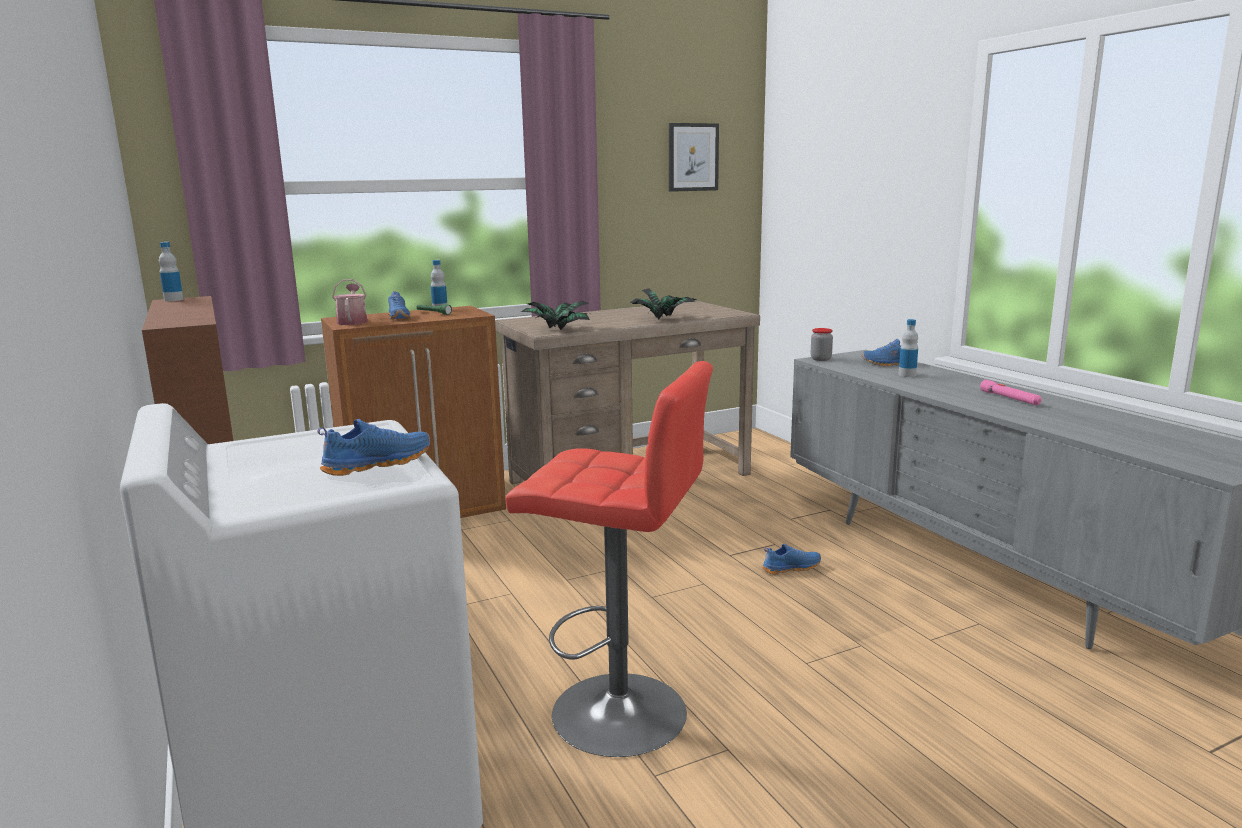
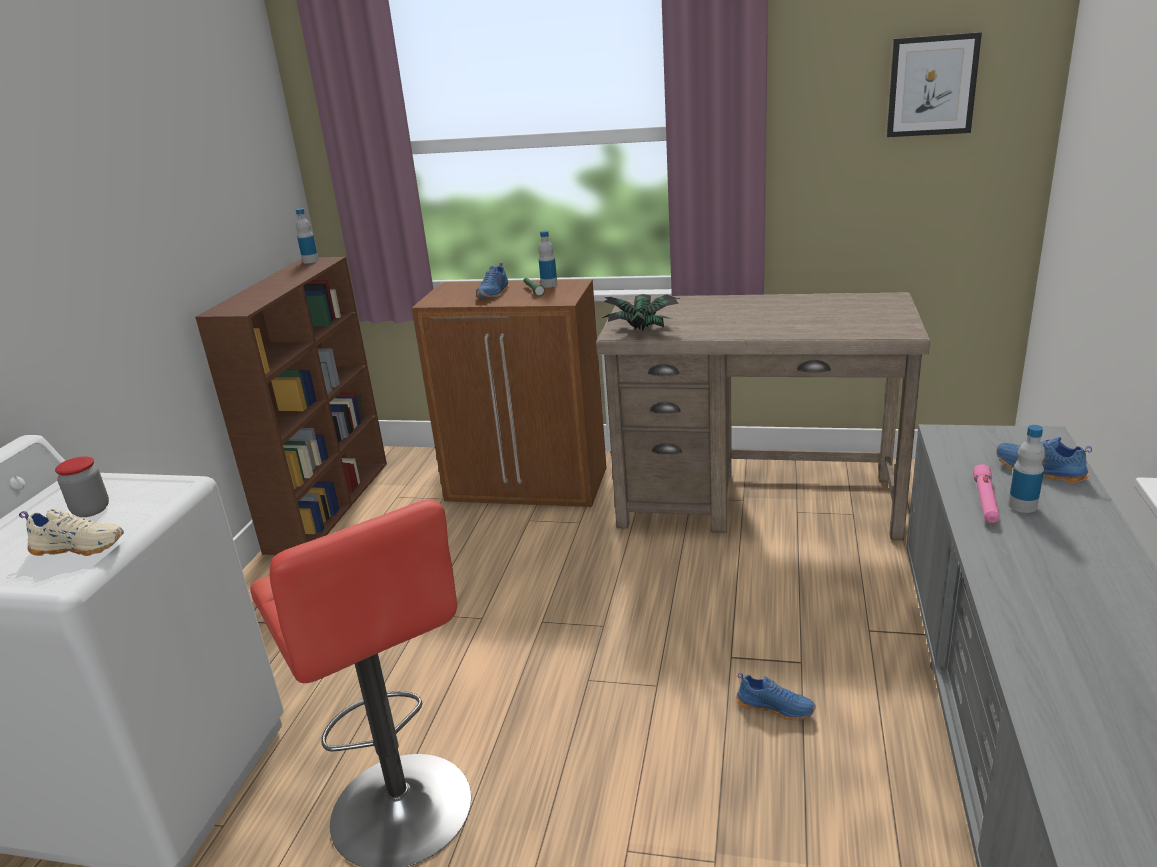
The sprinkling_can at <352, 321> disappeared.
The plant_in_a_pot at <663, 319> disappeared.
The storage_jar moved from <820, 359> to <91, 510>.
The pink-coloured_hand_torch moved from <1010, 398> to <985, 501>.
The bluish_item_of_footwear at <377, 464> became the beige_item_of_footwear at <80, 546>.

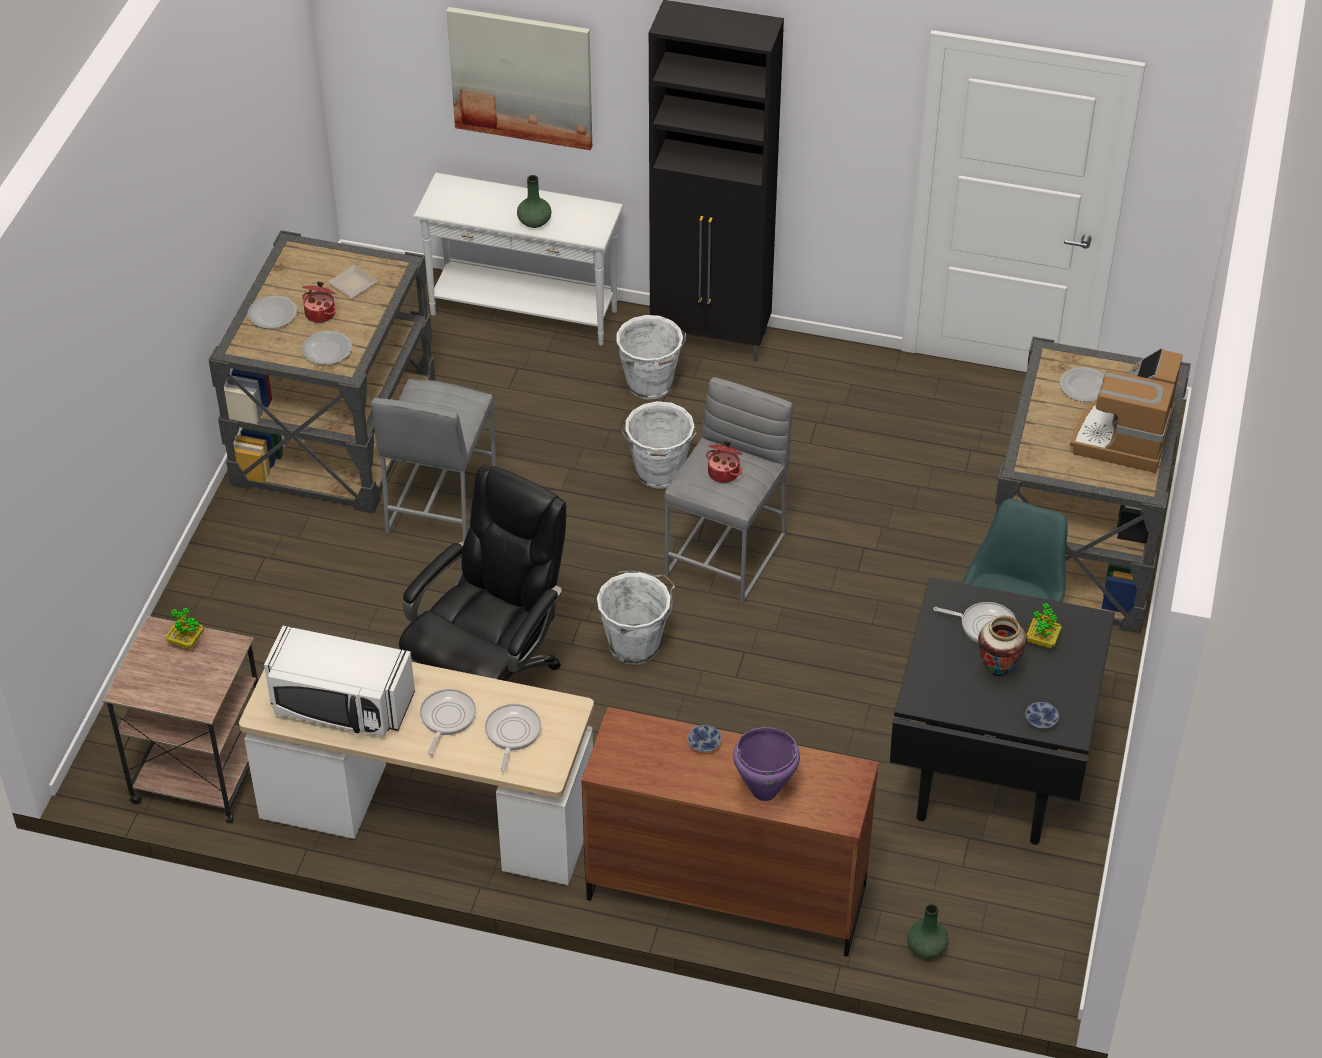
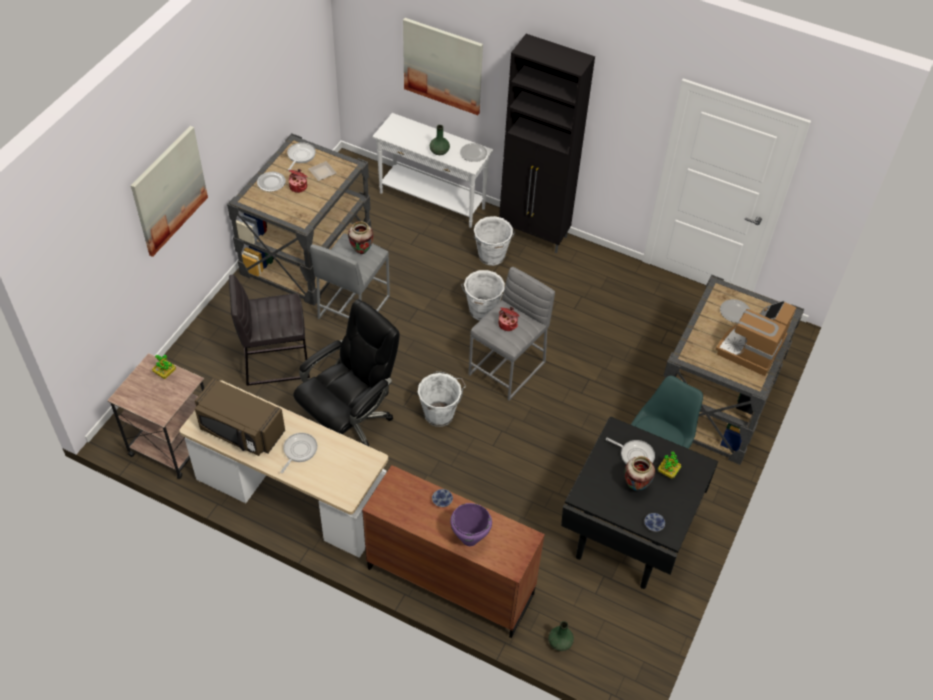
The wall_art at <168, 190> appeared.
The grey_stool_seat at <275, 361> appeared.
The flower_vase at <361, 251> appeared.
The dinner_plate moved from <327, 350> to <473, 154>.
The pan moved from <512, 734> to <300, 156>.
The whitish_microwave_oven at <341, 706> became the brown_microwave_oven at <241, 431>.

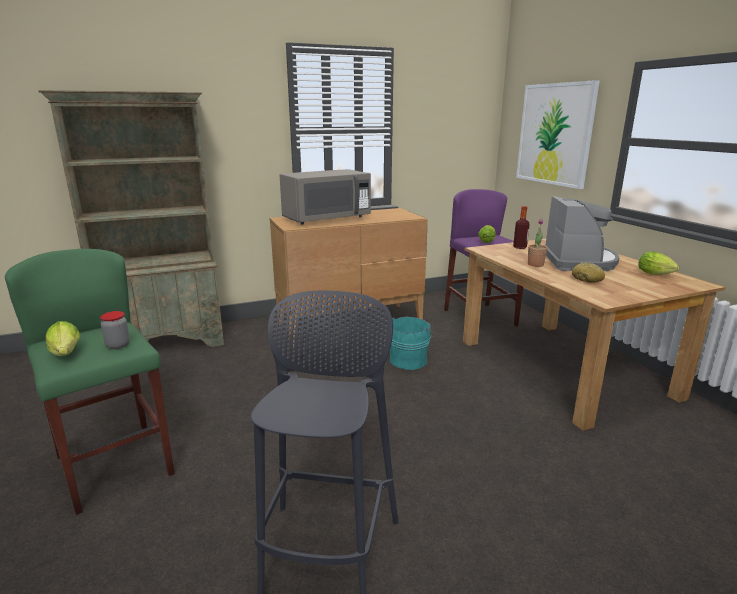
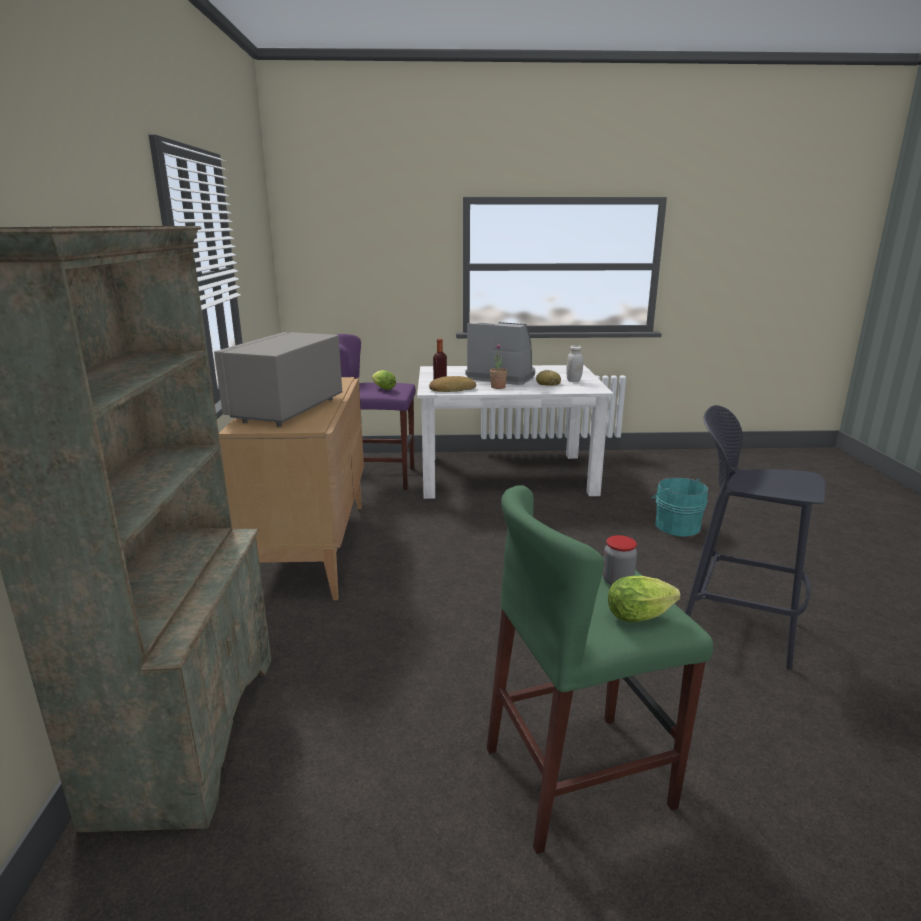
The wall_art at <555, 134> disappeared.
The lettuce_head at <656, 274> disappeared.
The baked_bread at <452, 389> appeared.
The whitish_storage_jar at <573, 380> appeared.
The blue-green_water_bucket moved from <409, 360> to <676, 526>.
The brown_dining_table at <561, 367> became the whitish_dining_table at <505, 475>.
The grey_microwave_oven at <326, 219> turned 150 degrees counterclockwise.

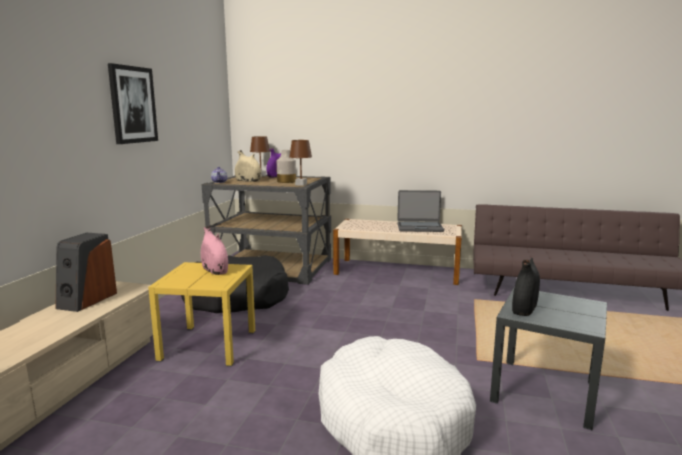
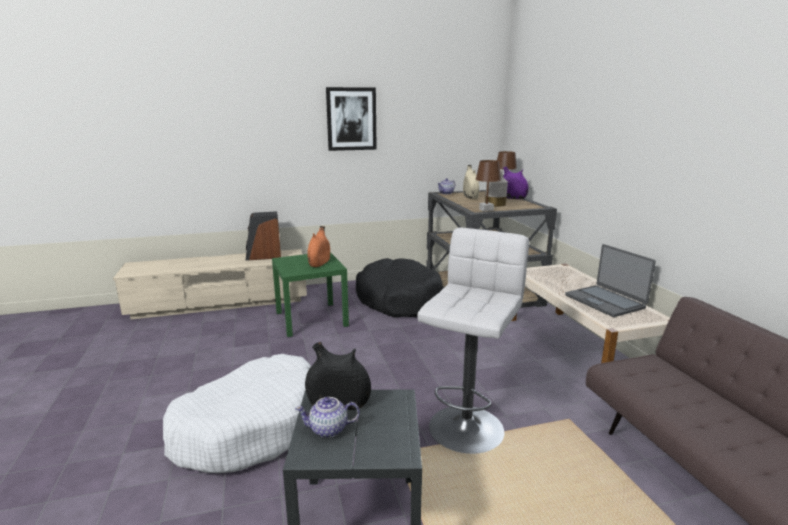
The pot_for_tea at <329, 429> appeared.
The whitish_stool_seat at <467, 428> appeared.
The yellowish_accent_table at <208, 344> became the green-coloured_accent_table at <312, 319>.
The pink-coloured_flower_vase at <214, 270> became the orangey_flower_vase at <319, 263>.

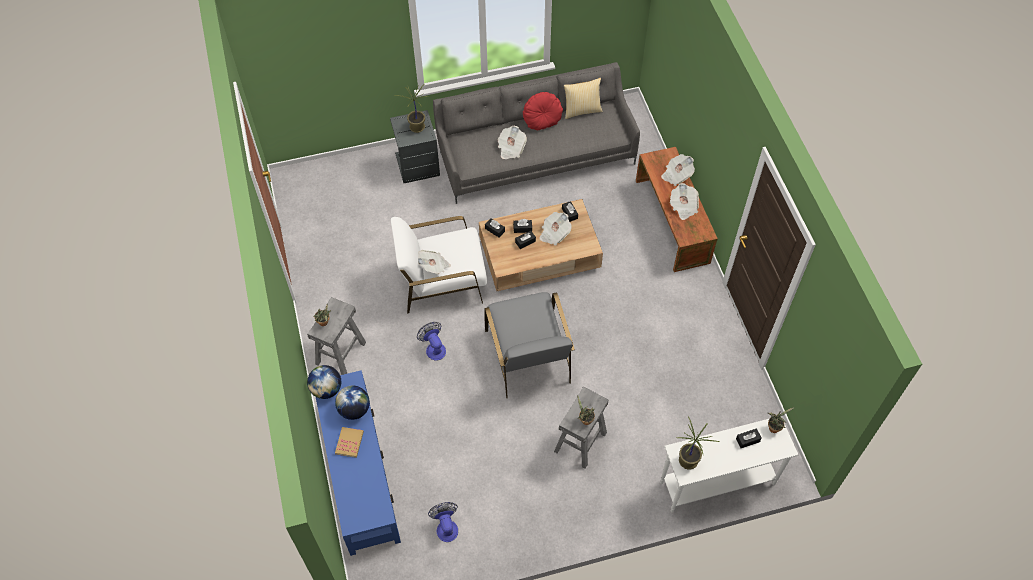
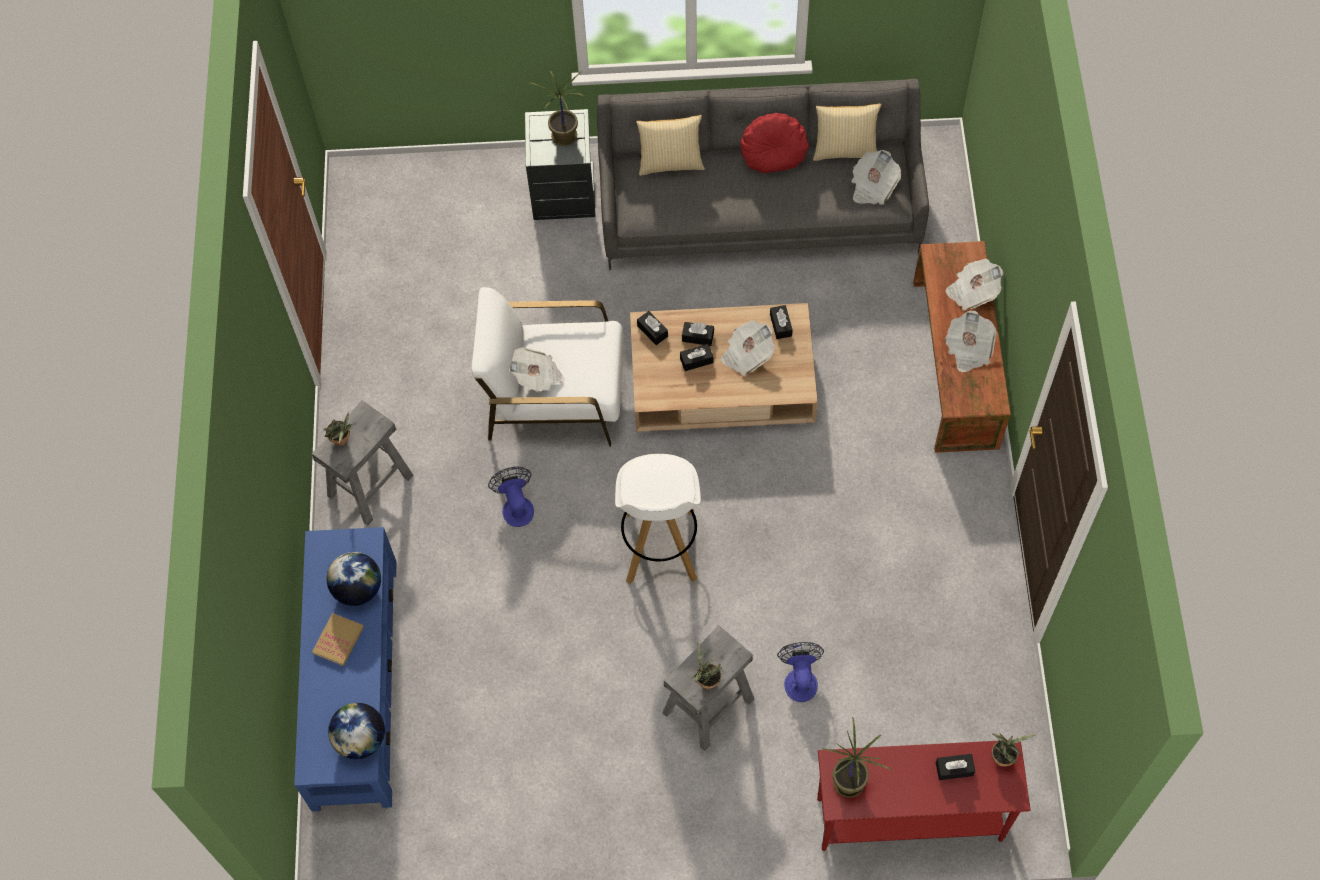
The throw_pillow at <670, 163> appeared.
The globe moved from <326, 389> to <361, 739>.
The fan moved from <446, 527> to <800, 679>.
The daily_paper moved from <511, 148> to <872, 186>.
The grey_lounge_chair at <527, 355> was replaced by the whitish_stool_seat at <660, 547>.
The whitish_console_table at <717, 484> became the reddish_console_table at <908, 821>.

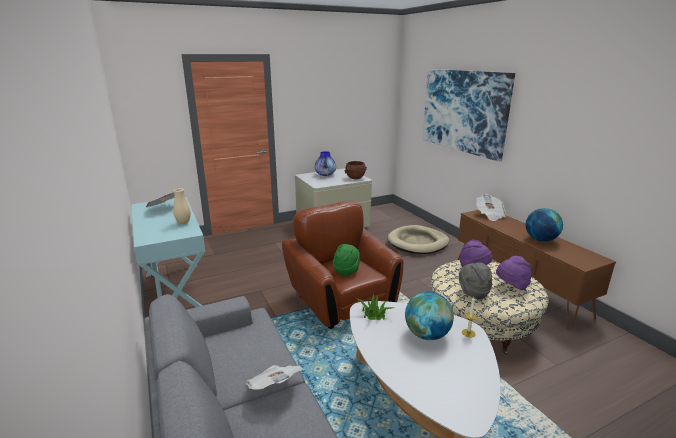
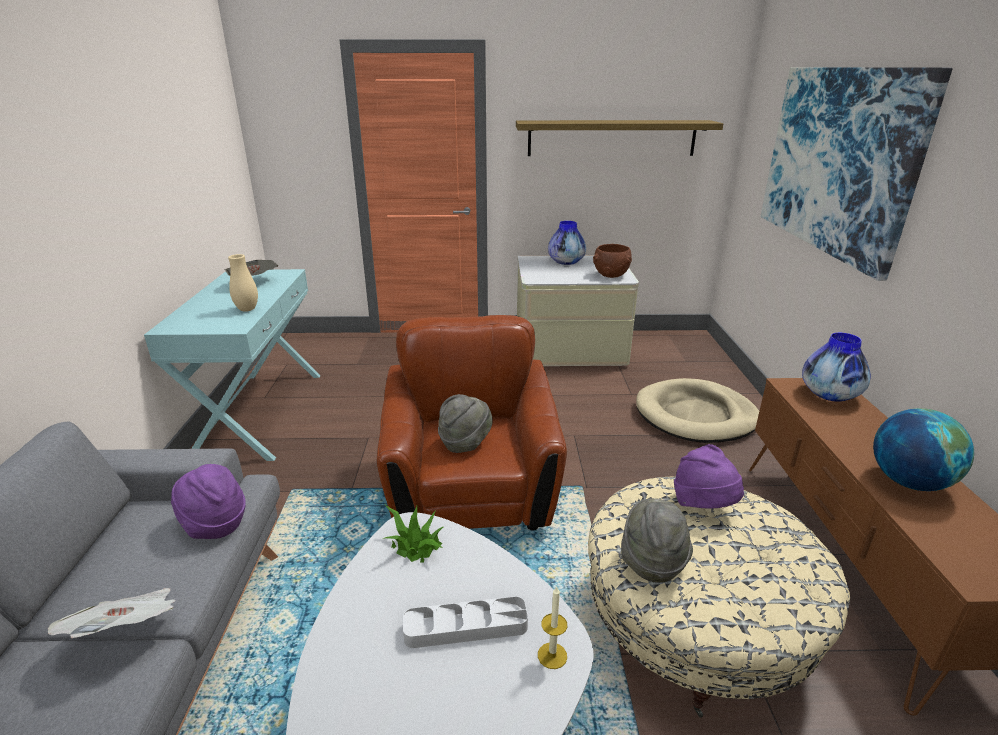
The shelf at <611, 138> appeared.
The purple_hat moved from <511, 286> to <214, 524>.
The globe at <427, 335> was replaced by the grey_carrying_tray at <466, 627>.
The daily_paper at <489, 215> was replaced by the flower_vase at <829, 395>.
The green-coloured_hat at <346, 270> became the grey_hat at <465, 443>.

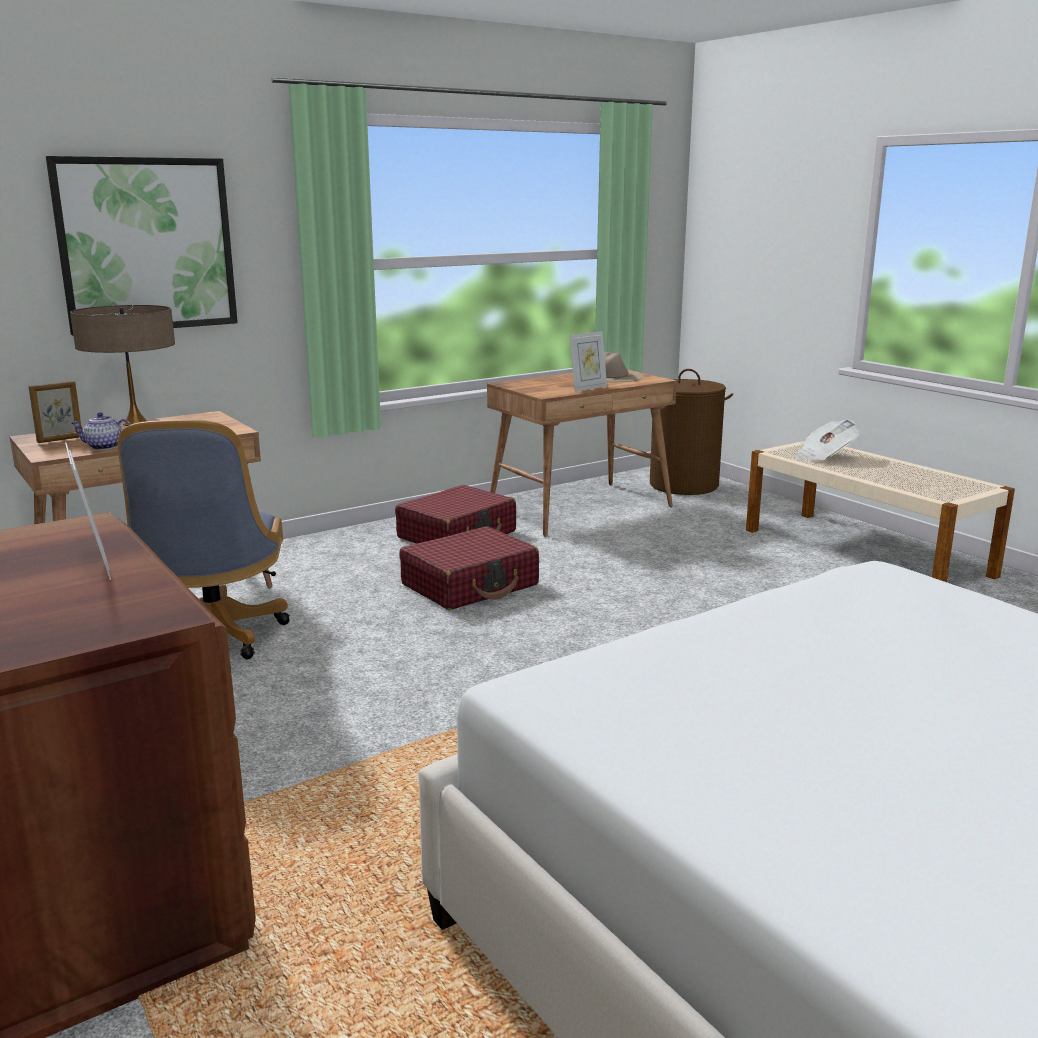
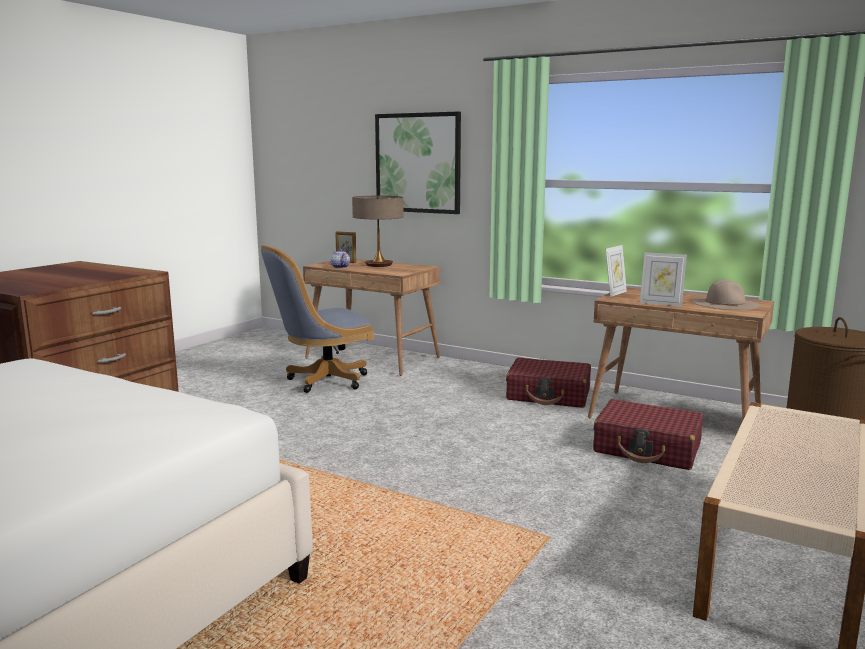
The daily_paper at <824, 456> disappeared.
The photo_frame moved from <95, 565> to <614, 293>.
The reddish_suitcase moved from <470, 585> to <647, 448>.

